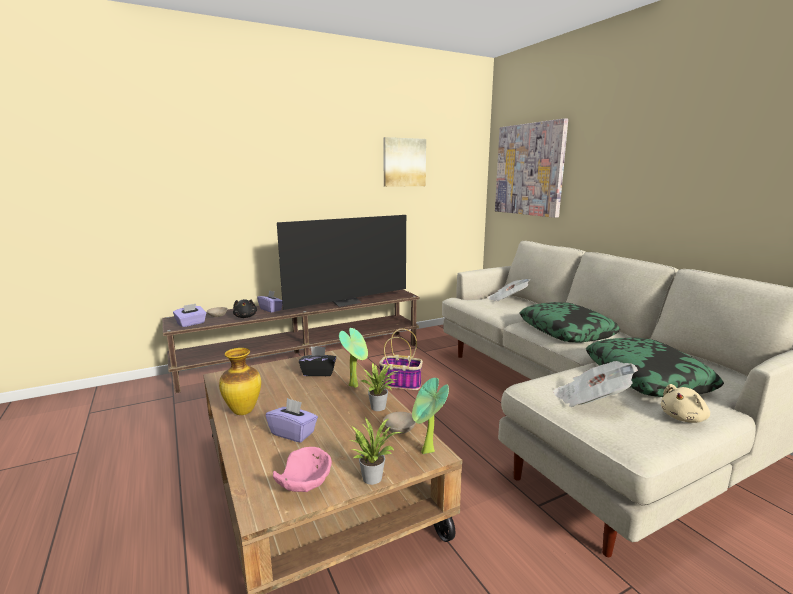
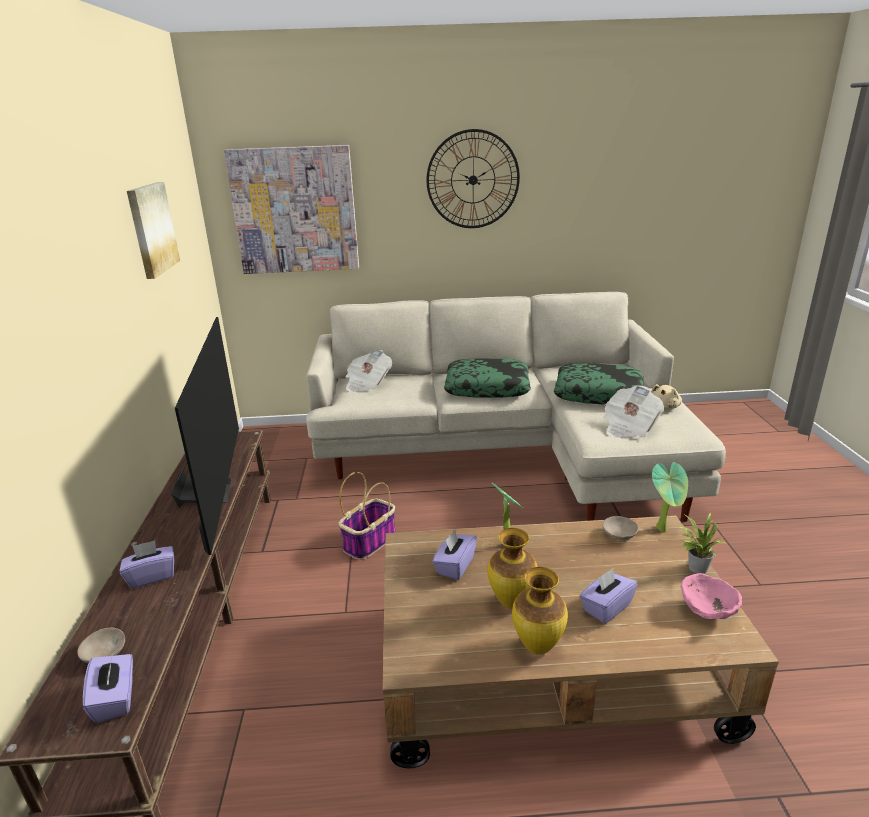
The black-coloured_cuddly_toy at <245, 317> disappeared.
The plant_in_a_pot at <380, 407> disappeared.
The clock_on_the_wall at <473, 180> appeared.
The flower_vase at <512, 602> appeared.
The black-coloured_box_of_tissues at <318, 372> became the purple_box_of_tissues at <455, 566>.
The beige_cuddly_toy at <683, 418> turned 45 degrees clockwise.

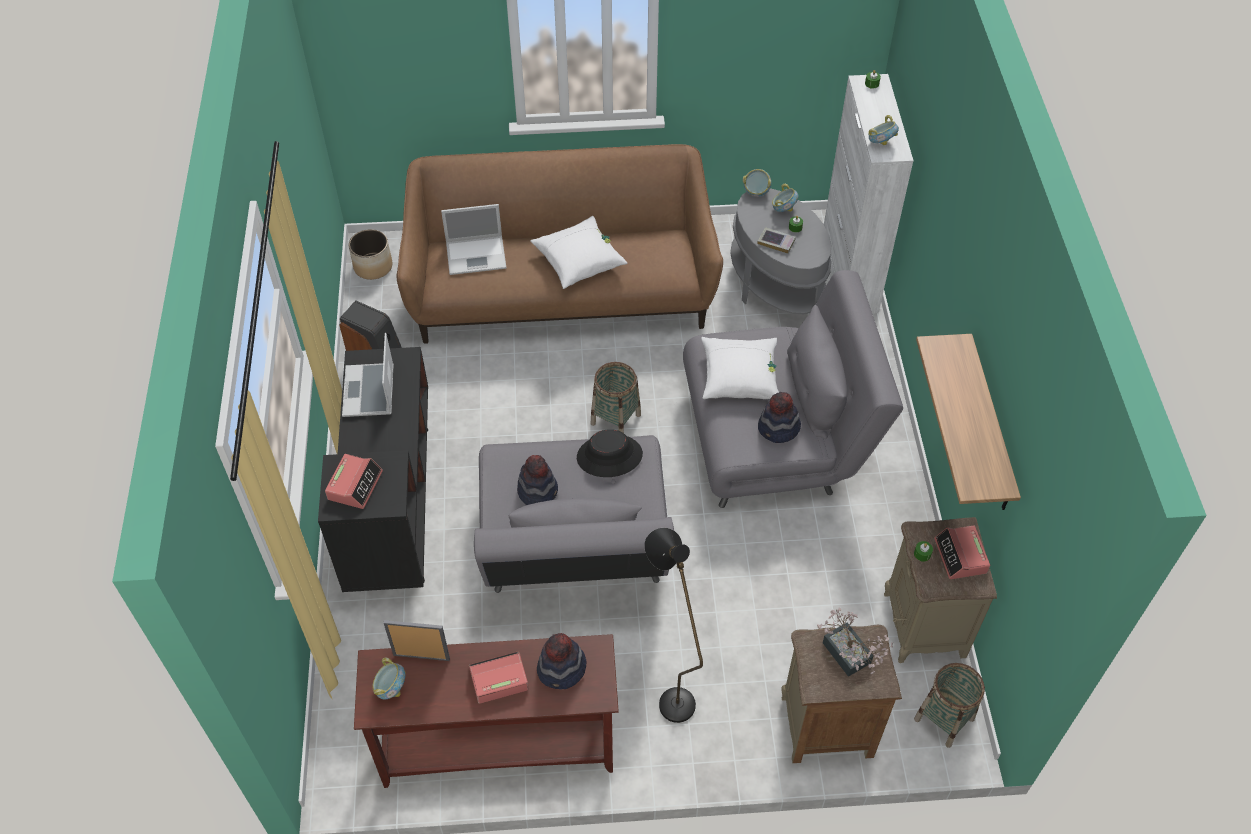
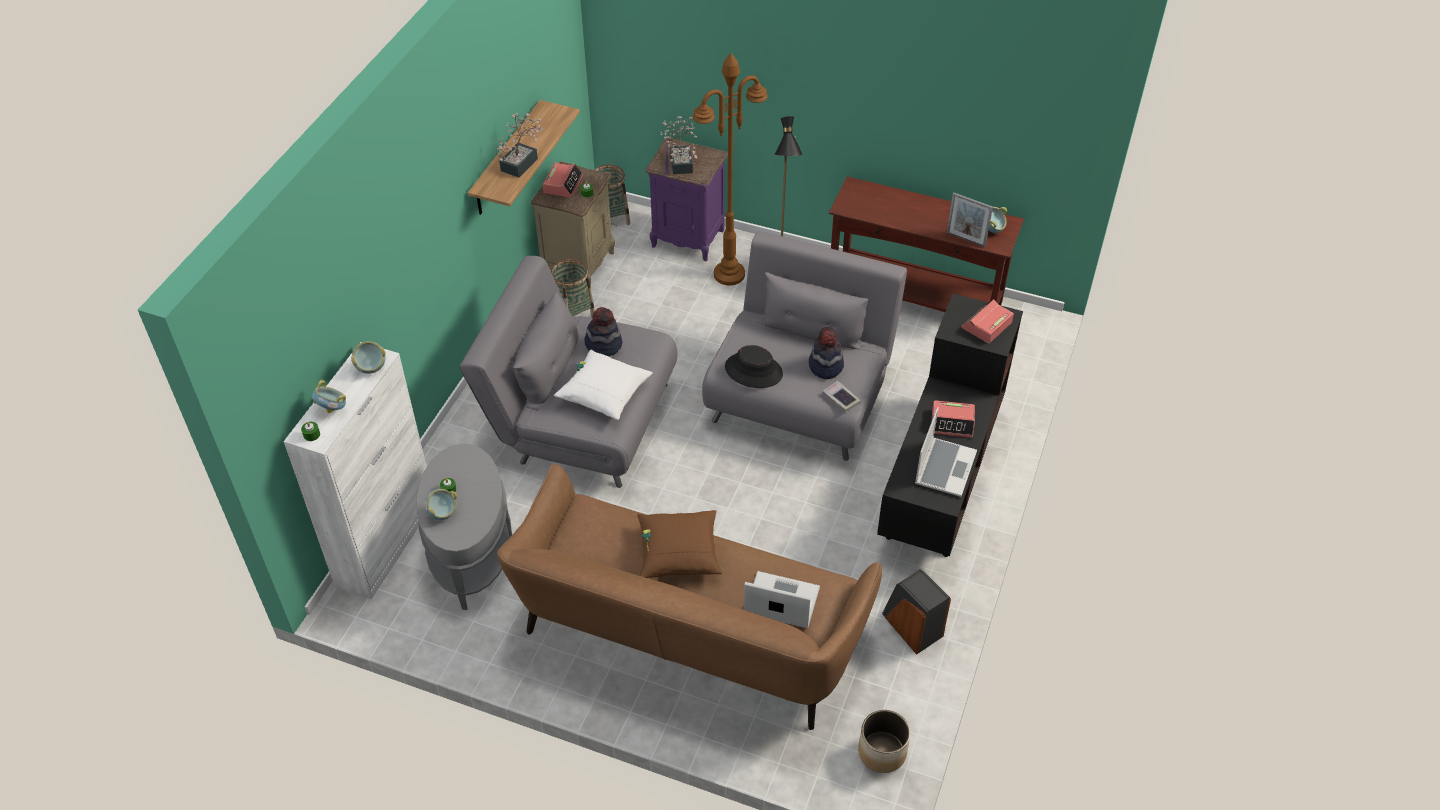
The hat at <562, 669> disappeared.
The plant_in_a_pot at <522, 162> appeared.
The brown_standing_lamp at <729, 275> appeared.
The table_clock moved from <498, 678> to <952, 423>.
The storage_basket moved from <615, 419> to <573, 314>.
The bowl moved from <756, 192> to <332, 408>.
The bound_book moved from <776, 242> to <840, 399>.
The whitish_throw_pillow at <579, 262> became the brown_throw_pillow at <679, 553>.
The beige_nightstand at <826, 724> became the purple_nightstand at <688, 239>.

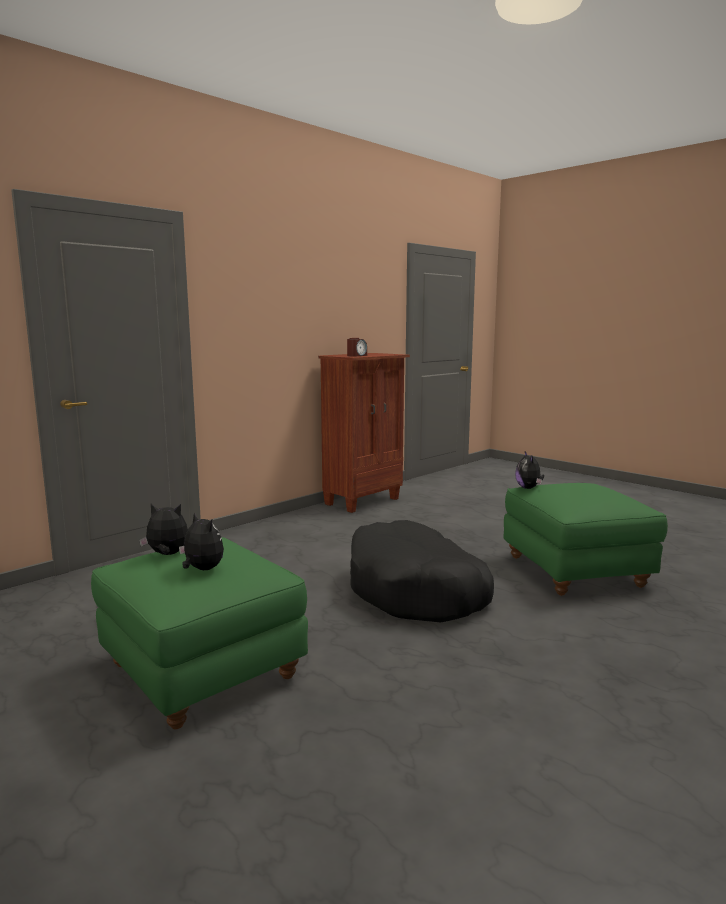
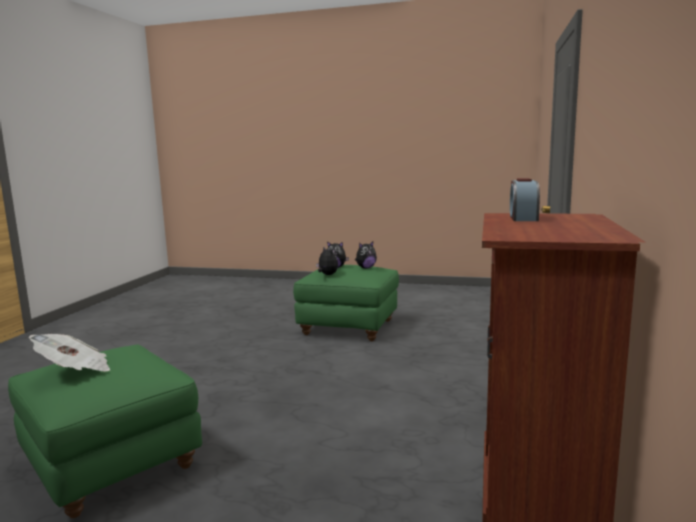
The black-coloured_pet_bed at <416, 590> disappeared.
The daily_paper at <75, 370> appeared.
The cuddly_toy moved from <529, 488> to <327, 275>.

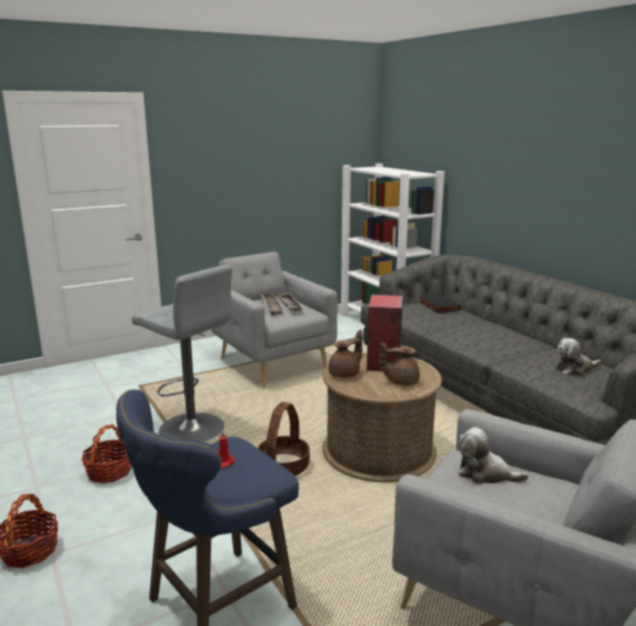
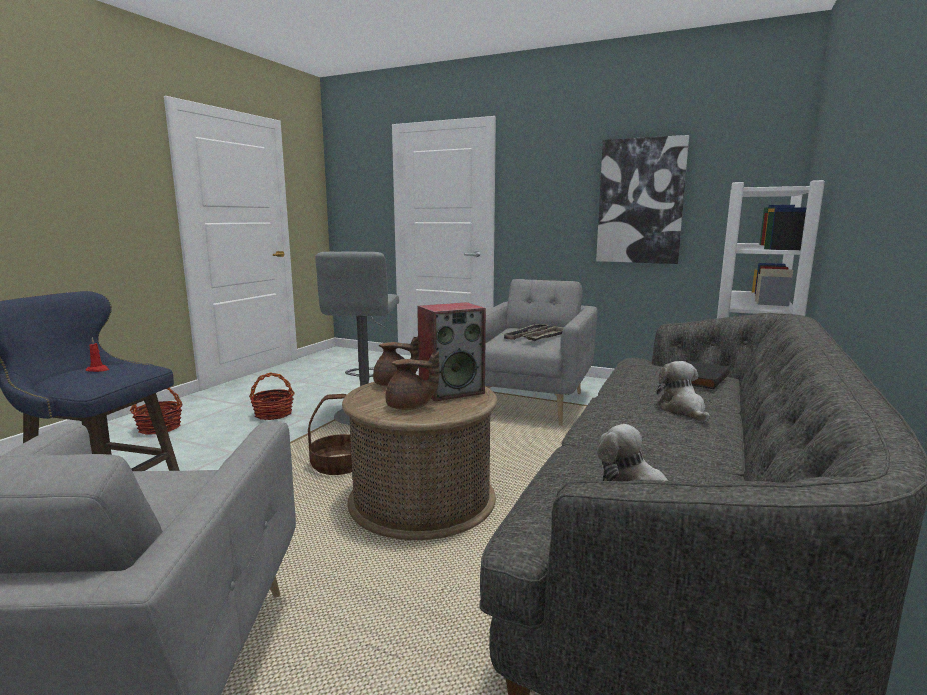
The wall_art at <640, 201> appeared.
The cuddly_toy moved from <485, 474> to <683, 410>.
The brown_pot_for_tea at <400, 382> turned 135 degrees clockwise.

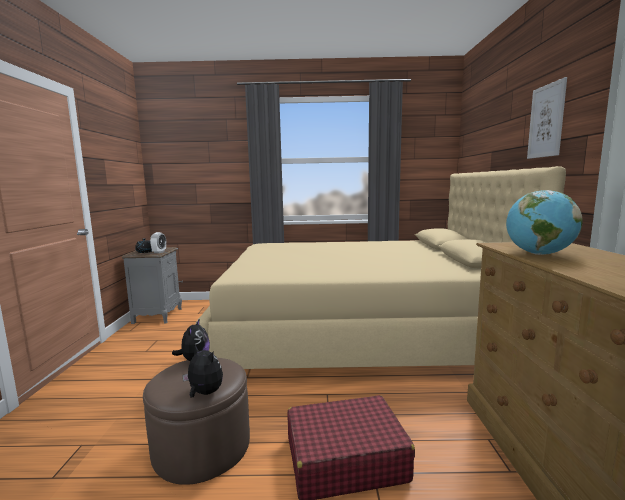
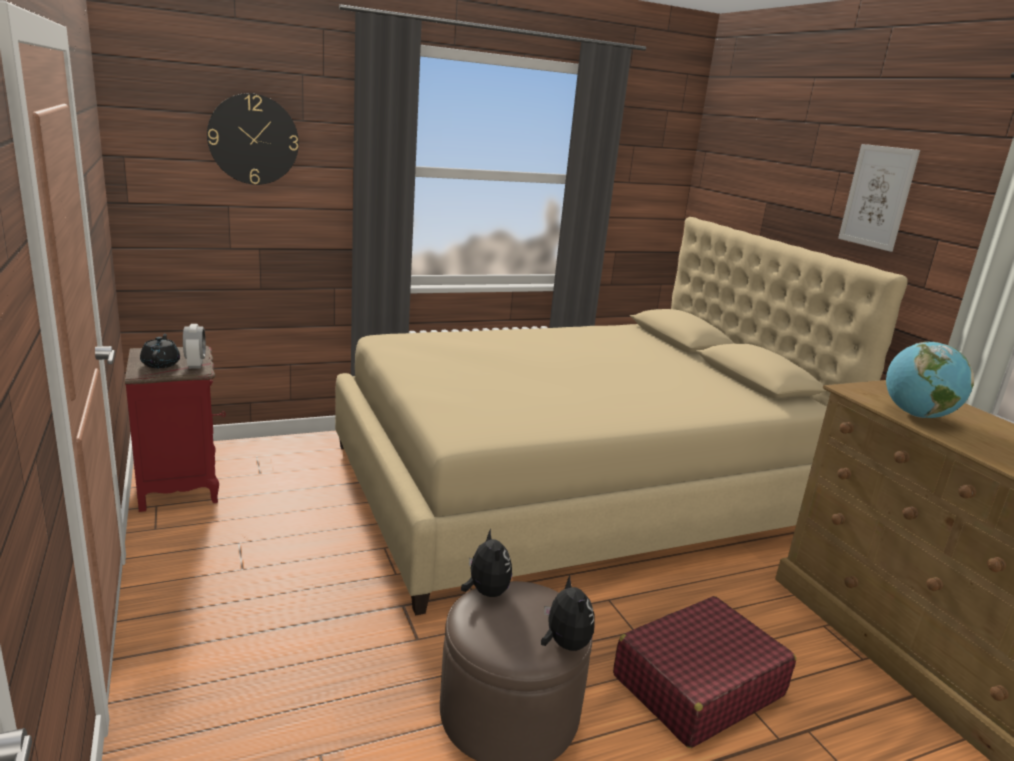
The clock_on_the_wall at <253, 139> appeared.
The grey_nightstand at <158, 316> became the reddish_nightstand at <181, 486>.
The cuddly_toy at <204, 393> turned 60 degrees clockwise.

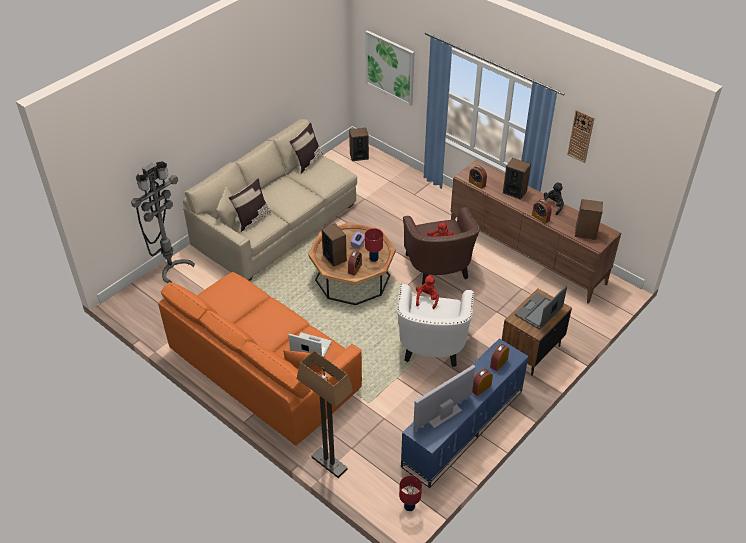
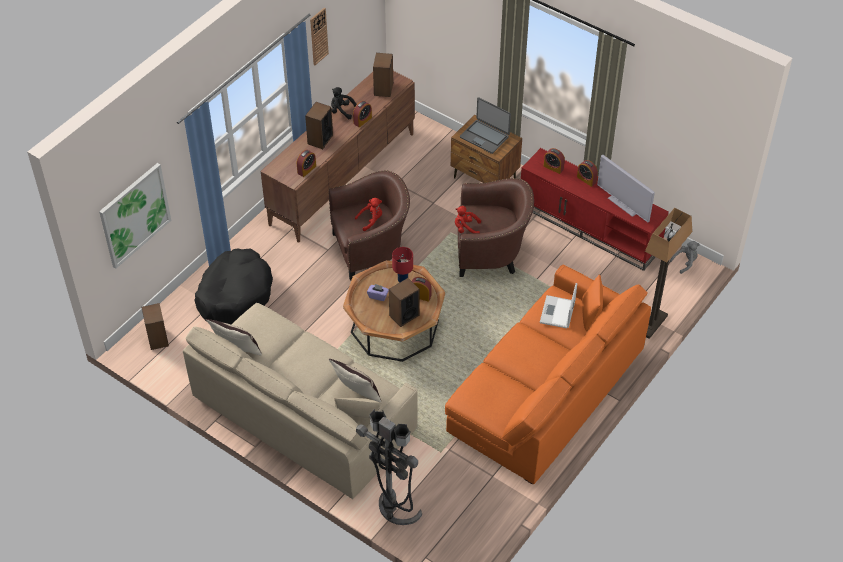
The black-coloured_pet_bed at <235, 294> appeared.
The reddish_tabletop_lamp at <409, 507> was replaced by the grey_cuddly_toy at <685, 262>.
The whitish_lounge_chair at <431, 348> became the brown_lounge_chair at <491, 253>.
The bluish_tv_stand at <463, 429> became the reddish_tv_stand at <590, 227>.

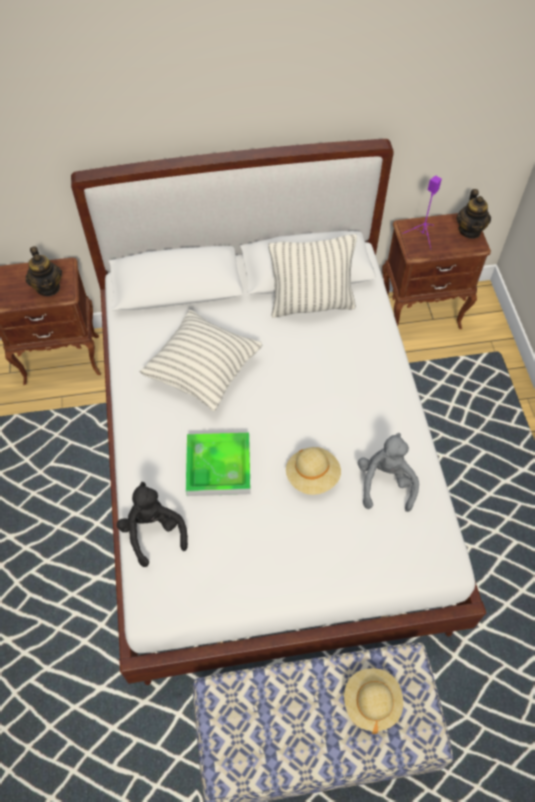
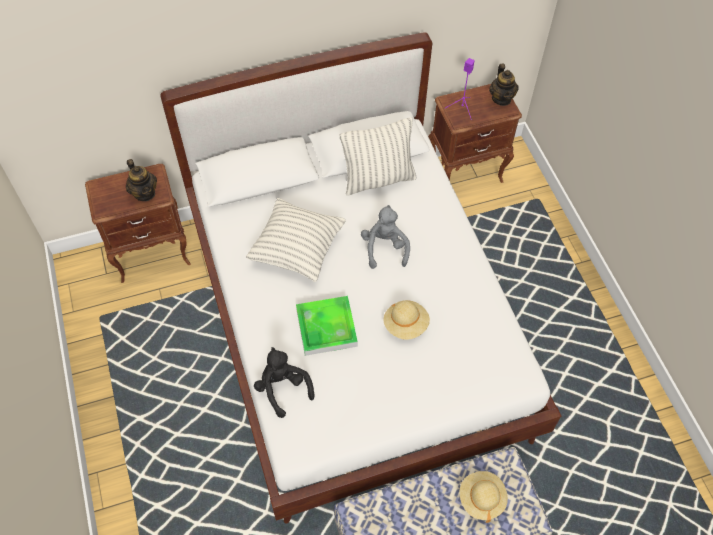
The grey_cuddly_toy moved from <385, 482> to <384, 248>.

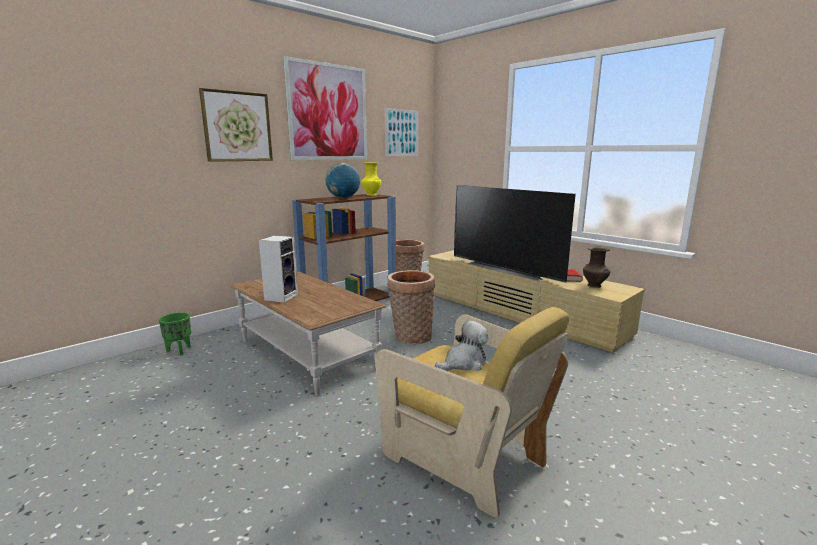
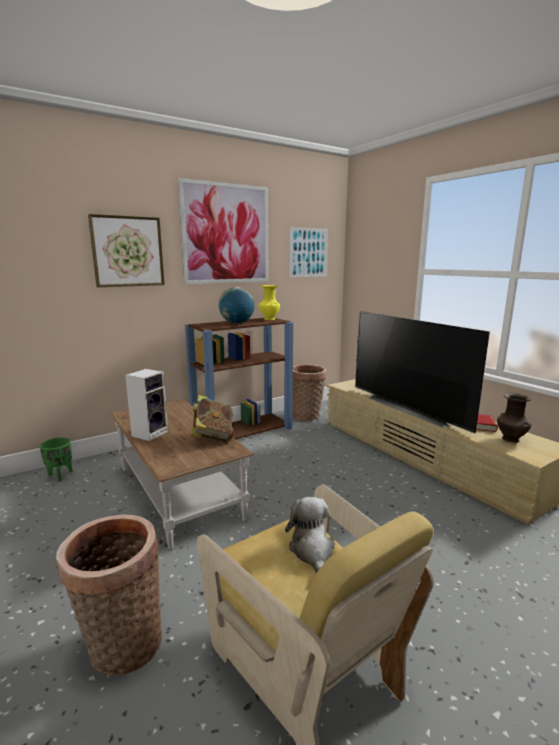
The bound_book at <213, 436> appeared.
The storage_basket moved from <411, 337> to <121, 645>.
The cuddly_toy at <464, 363> turned 75 degrees counterclockwise.

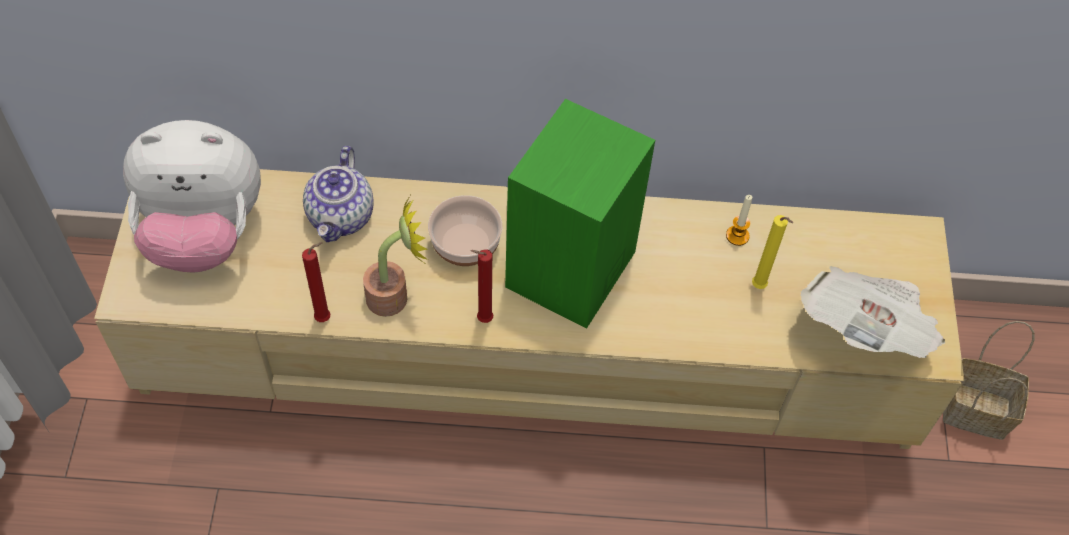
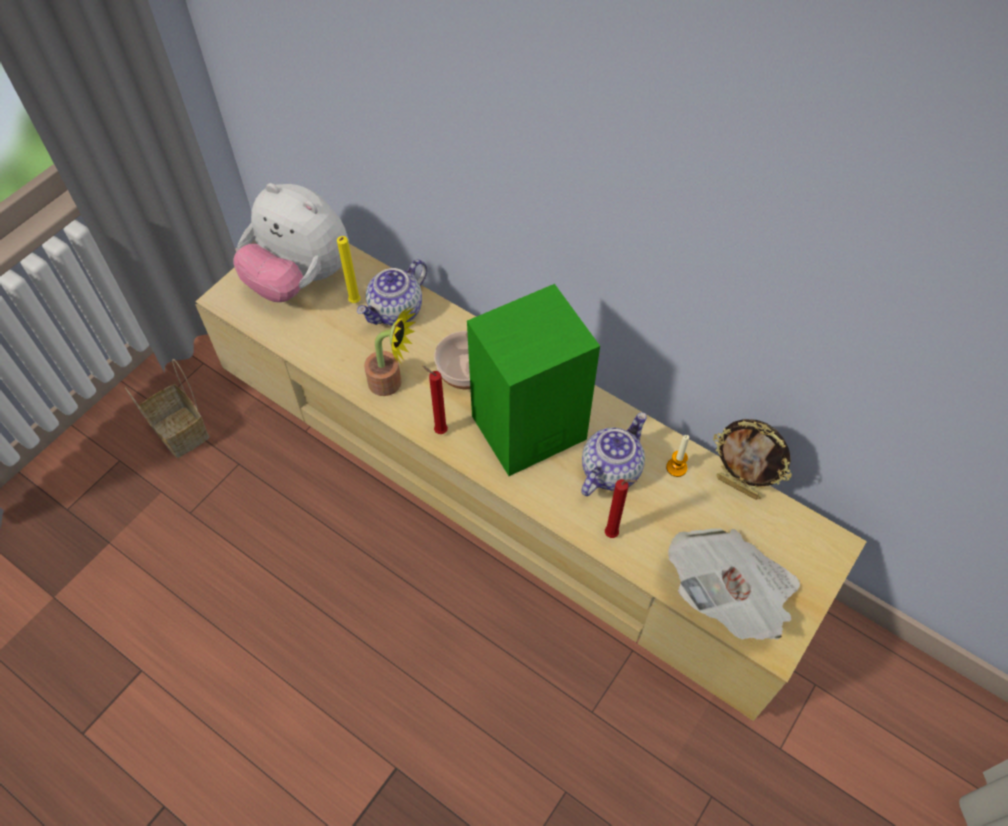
The pot_for_tea at <610, 469> appeared.
The photo_frame at <738, 487> appeared.
The reddish_wax_light moved from <325, 318> to <613, 534>.
The yellowish_wax_light moved from <760, 288> to <354, 303>.
The storage_basket moved from <978, 410> to <183, 432>.

